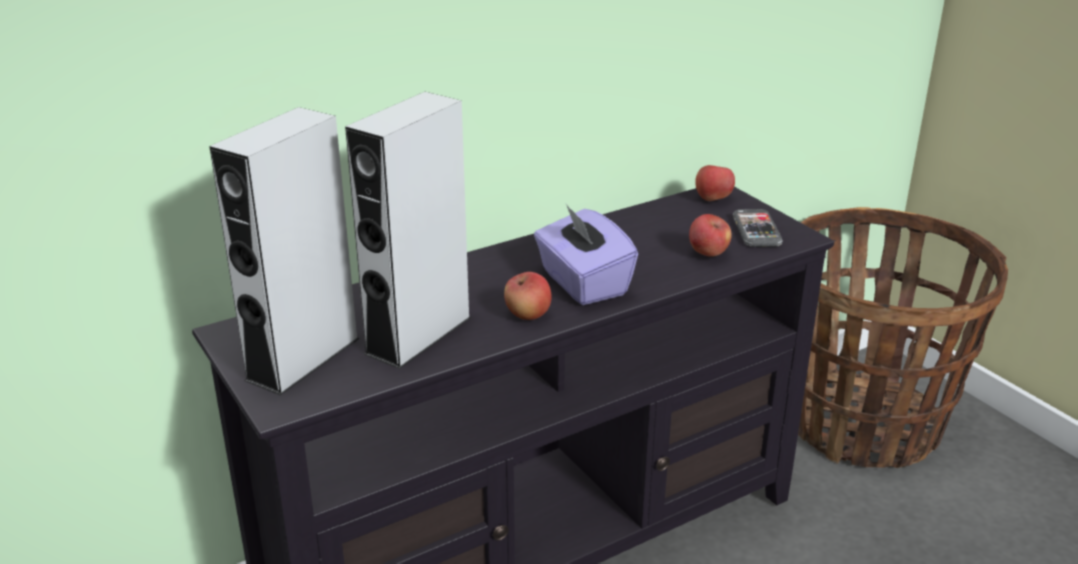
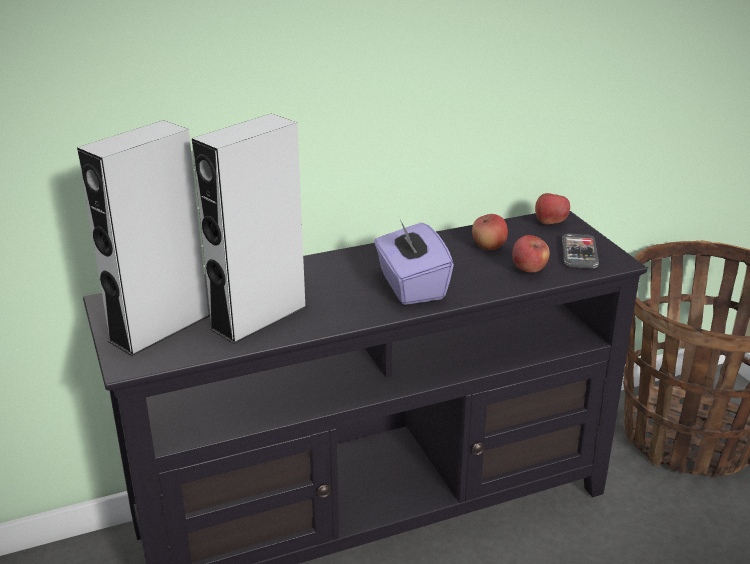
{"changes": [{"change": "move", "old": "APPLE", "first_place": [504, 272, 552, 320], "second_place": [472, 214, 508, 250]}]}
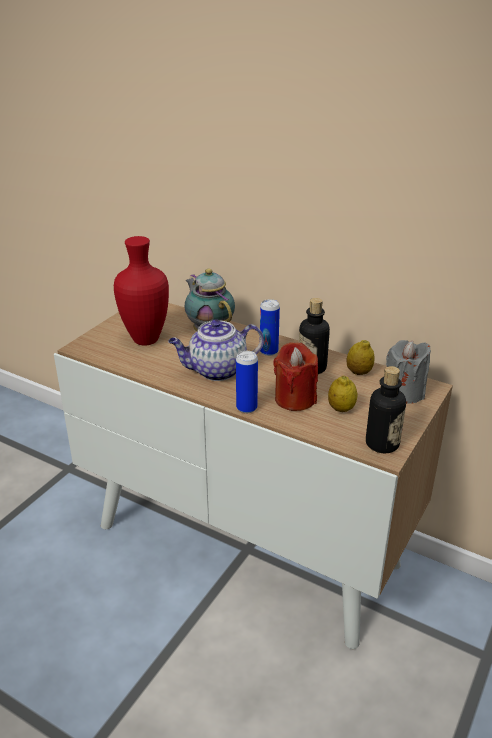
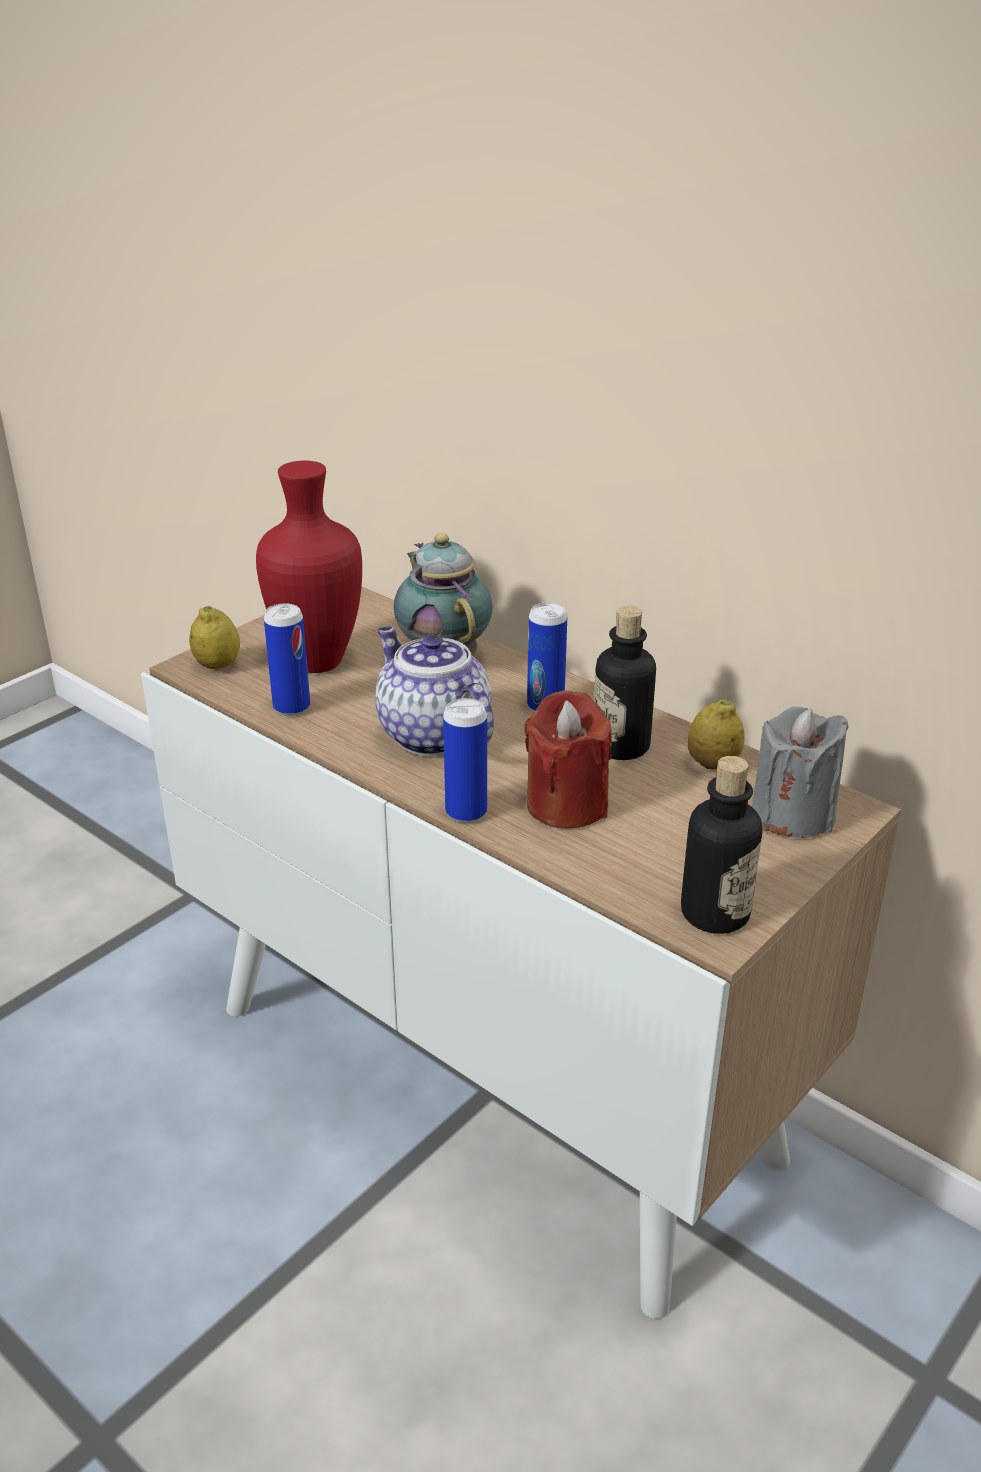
{"changes": [{"change": "insert", "new": "SEALED CAN", "second_place": [264, 603, 310, 716]}, {"change": "move", "old": "LEMON", "first_place": [328, 376, 358, 412], "second_place": [189, 606, 240, 669]}, {"change": "rotate", "old": "TEA POT", "first_place": [168, 319, 264, 381], "second_place": [375, 626, 494, 756], "degrees": 60}]}
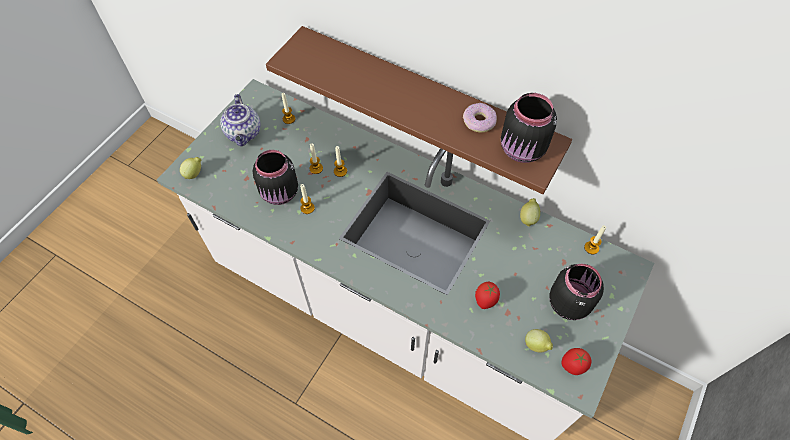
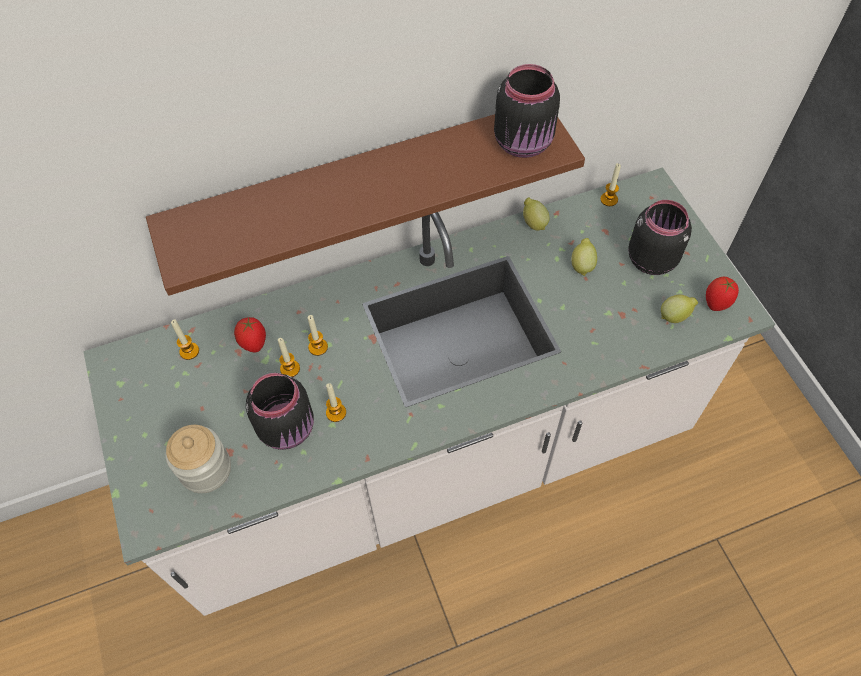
{"changes": [{"change": "delete", "old": "TEA POT", "first_place": [220, 94, 261, 146]}, {"change": "delete", "old": "DONUT", "first_place": [463, 103, 497, 132]}, {"change": "insert", "new": "PRESERVE JAR", "second_place": [165, 425, 231, 493]}, {"change": "move", "old": "LEMON", "first_place": [180, 157, 201, 179], "second_place": [571, 238, 597, 276]}, {"change": "move", "old": "TOMATO", "first_place": [475, 282, 500, 309], "second_place": [234, 317, 266, 352]}]}
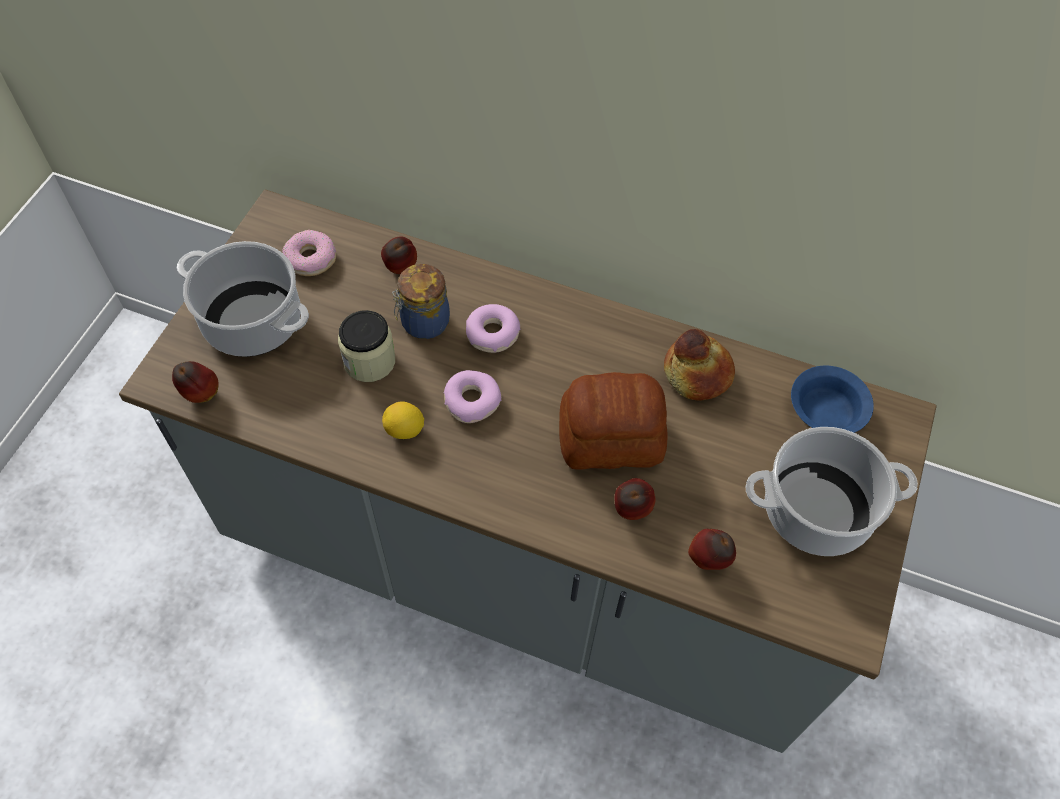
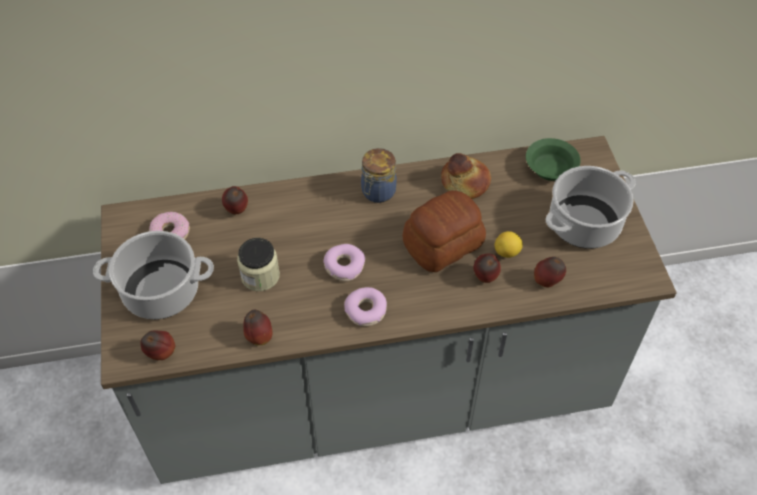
{"changes": [{"change": "insert", "new": "APPLE", "second_place": [243, 310, 272, 345]}, {"change": "move", "old": "LEMON", "first_place": [382, 402, 424, 439], "second_place": [495, 231, 523, 258]}, {"change": "move", "old": "PRESERVE JAR", "first_place": [392, 264, 450, 339], "second_place": [361, 148, 397, 203]}, {"change": "move", "old": "DONUT", "first_place": [466, 304, 520, 353], "second_place": [344, 287, 387, 326]}, {"change": "recolor", "old": "BLUISH SERVING BOWL", "new": "GREEN SERVING BOWL", "first_place": [791, 366, 874, 433], "second_place": [526, 138, 581, 181]}]}
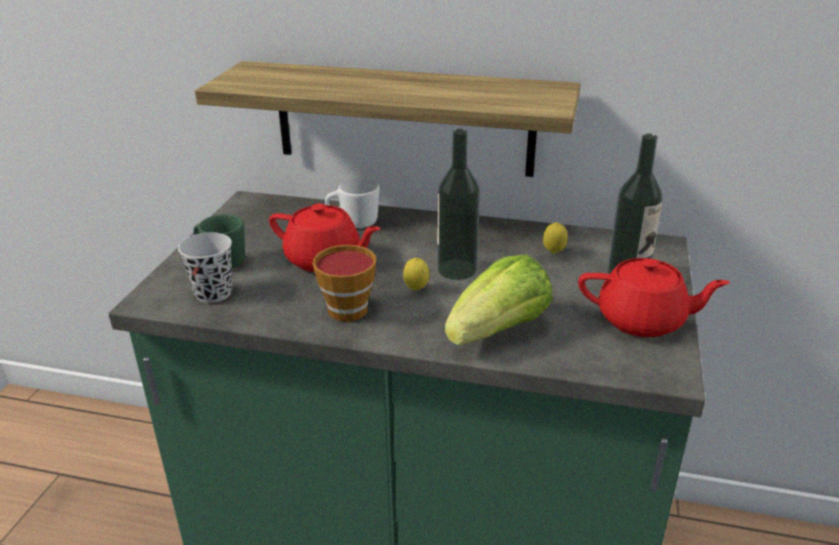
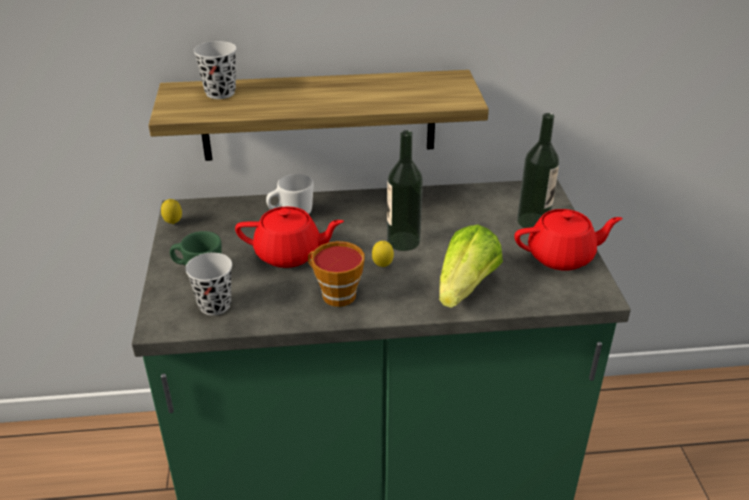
{"changes": [{"change": "insert", "new": "BLACK CUP", "second_place": [193, 41, 237, 99]}, {"change": "move", "old": "LEMON", "first_place": [543, 222, 568, 254], "second_place": [161, 199, 182, 224]}]}
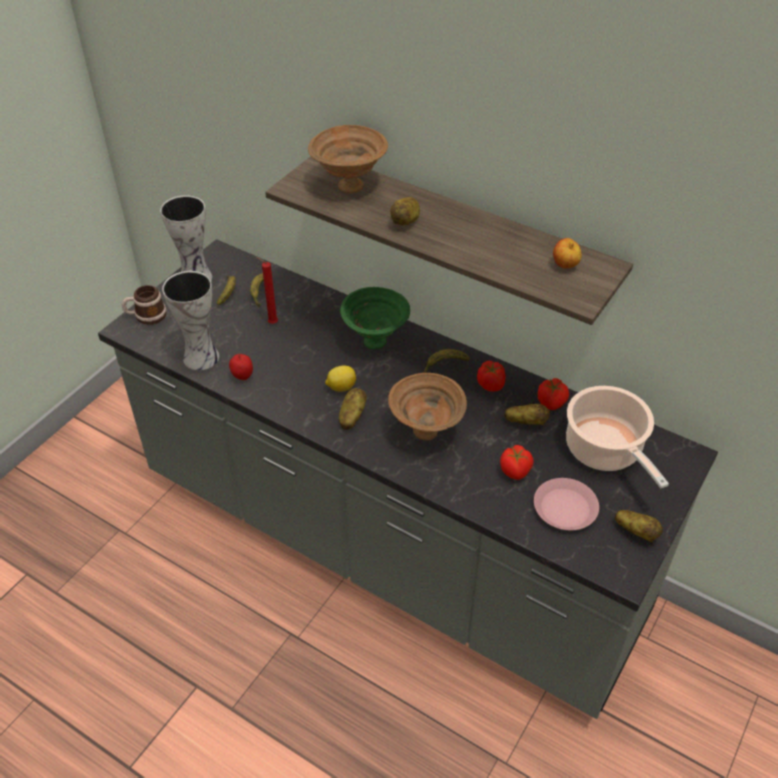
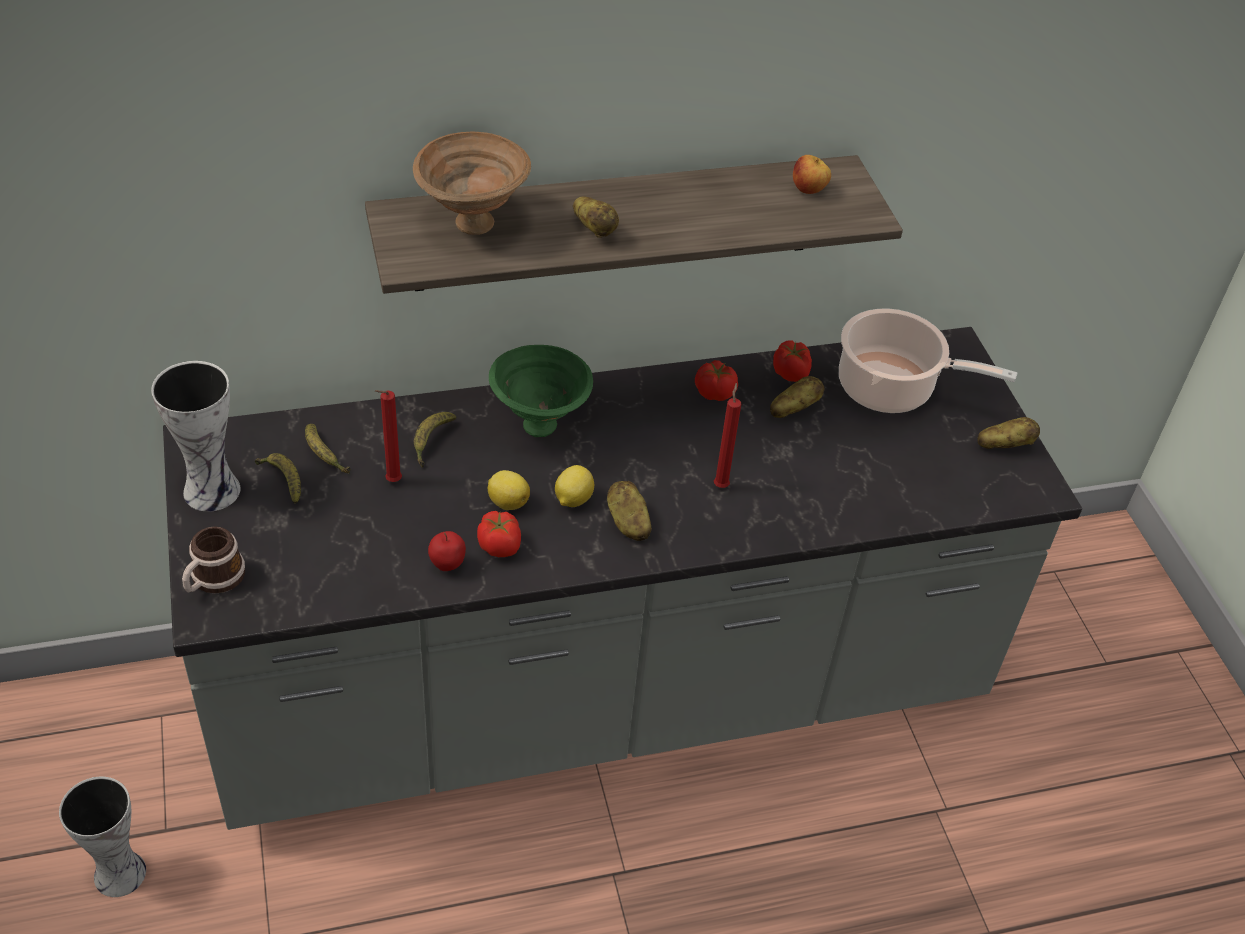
{"changes": [{"change": "delete", "old": "PINK FLAT DISH", "first_place": [534, 478, 599, 530]}, {"change": "insert", "new": "LEMON", "second_place": [488, 470, 530, 510]}, {"change": "move", "old": "FLOWER VASE", "first_place": [162, 271, 219, 370], "second_place": [59, 777, 146, 897]}, {"change": "move", "old": "WHOLE BANANA", "first_place": [423, 349, 470, 373], "second_place": [414, 412, 457, 468]}, {"change": "move", "old": "TOMATO", "first_place": [500, 445, 534, 480], "second_place": [477, 511, 521, 557]}, {"change": "replace", "old": "BROWN-COLOURED SERVING BOWL", "new": "RED-COLOURED WAX LIGHT", "first_place": [388, 373, 467, 441], "second_place": [714, 383, 741, 488]}]}
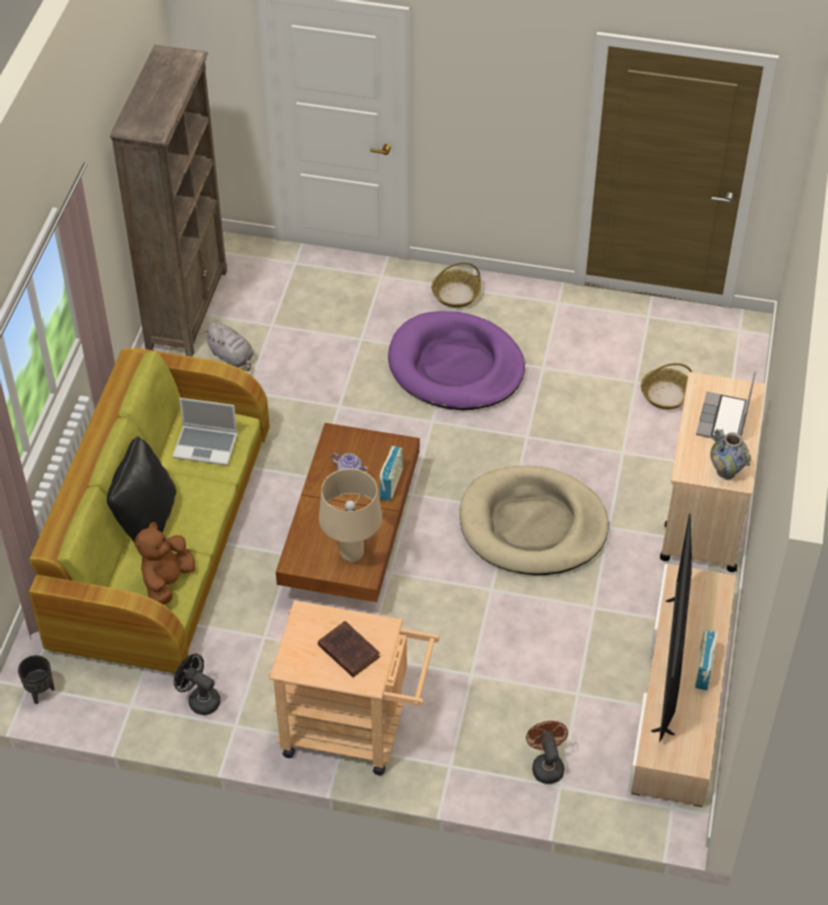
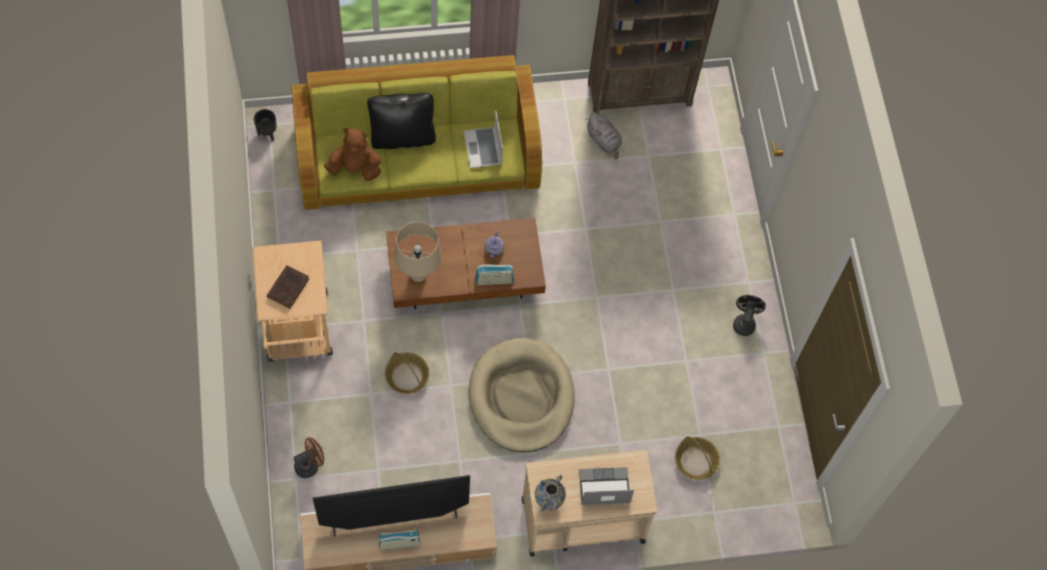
{"changes": [{"change": "delete", "old": "PURPLE-COLOURED DOG CUSHION", "first_place": [388, 311, 525, 410]}, {"change": "move", "old": "BLACK ELECTRIC FAN", "first_place": [174, 654, 221, 715], "second_place": [733, 295, 766, 336]}, {"change": "move", "old": "STORAGE BASKET", "first_place": [431, 262, 482, 308], "second_place": [385, 352, 429, 394]}, {"change": "rotate", "old": "GREY CUDDLY TOY", "first_place": [203, 321, 253, 371], "second_place": [585, 112, 622, 160], "degrees": -60}]}
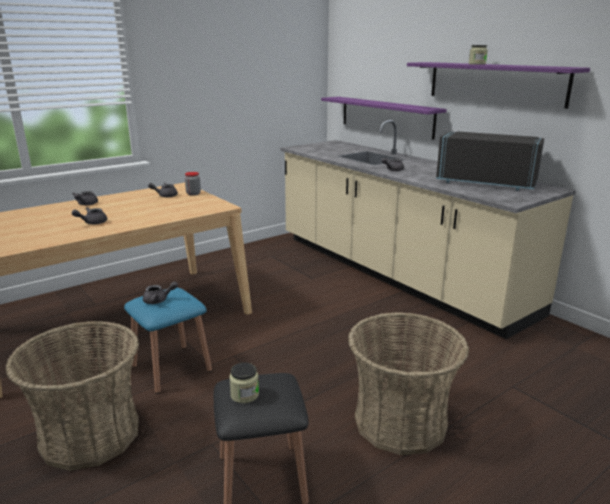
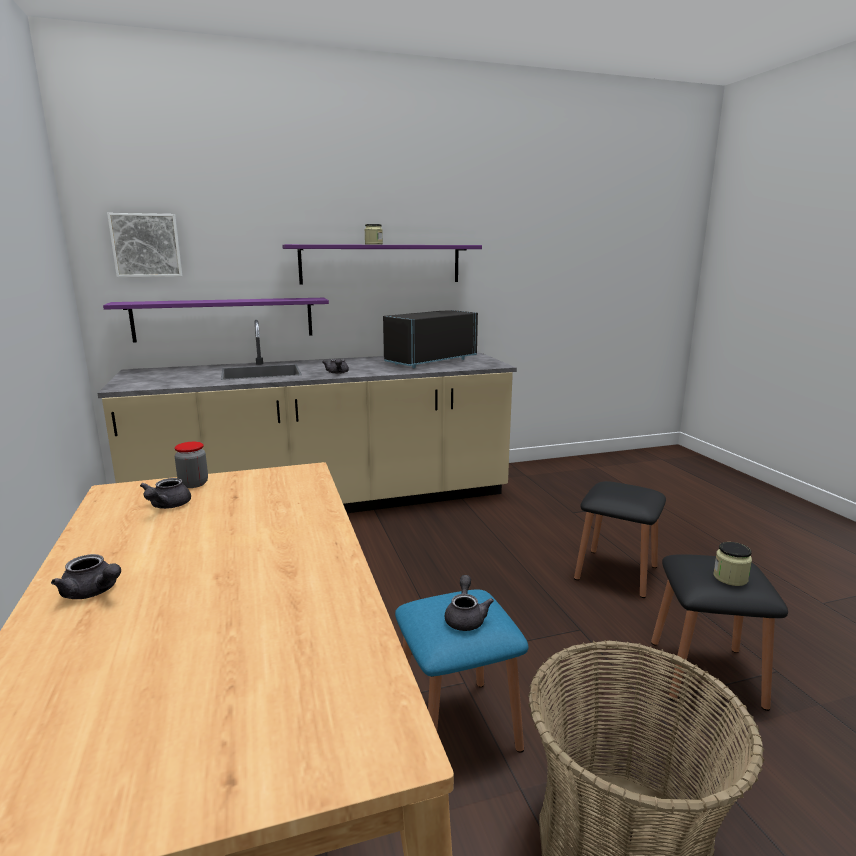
{"changes": [{"change": "delete", "old": "GREY TEA POT", "first_place": [72, 207, 107, 224]}, {"change": "insert", "new": "WALL ART", "second_place": [107, 213, 182, 277]}, {"change": "replace", "old": "STORAGE BASKET", "new": "BLACK SITTING STOOL", "first_place": [348, 312, 469, 455], "second_place": [574, 481, 666, 598]}]}
